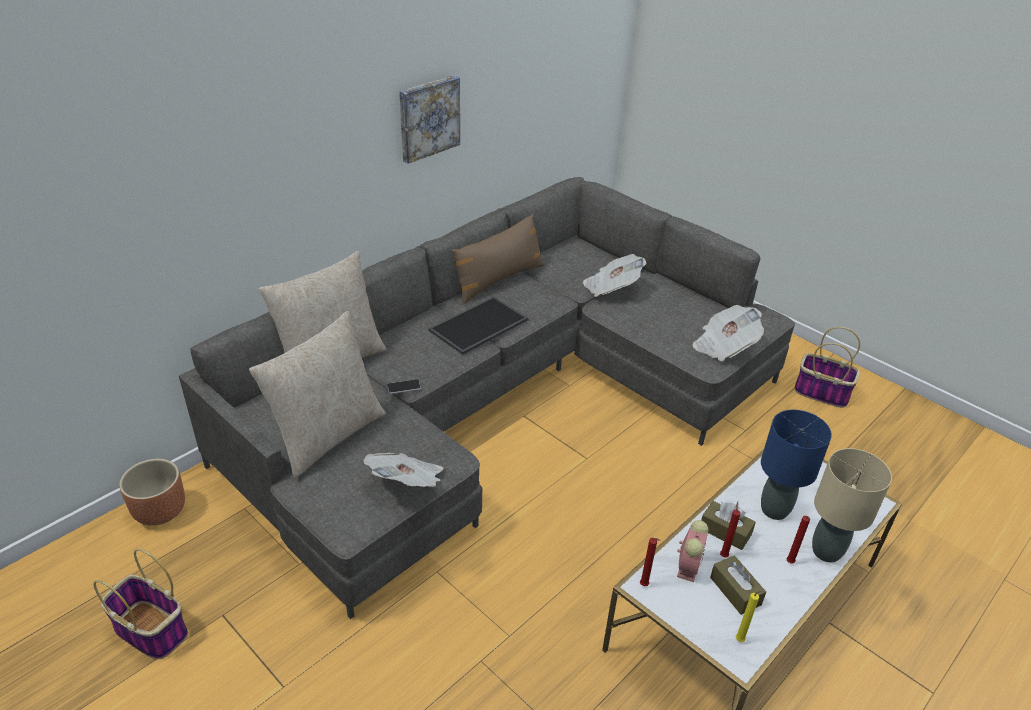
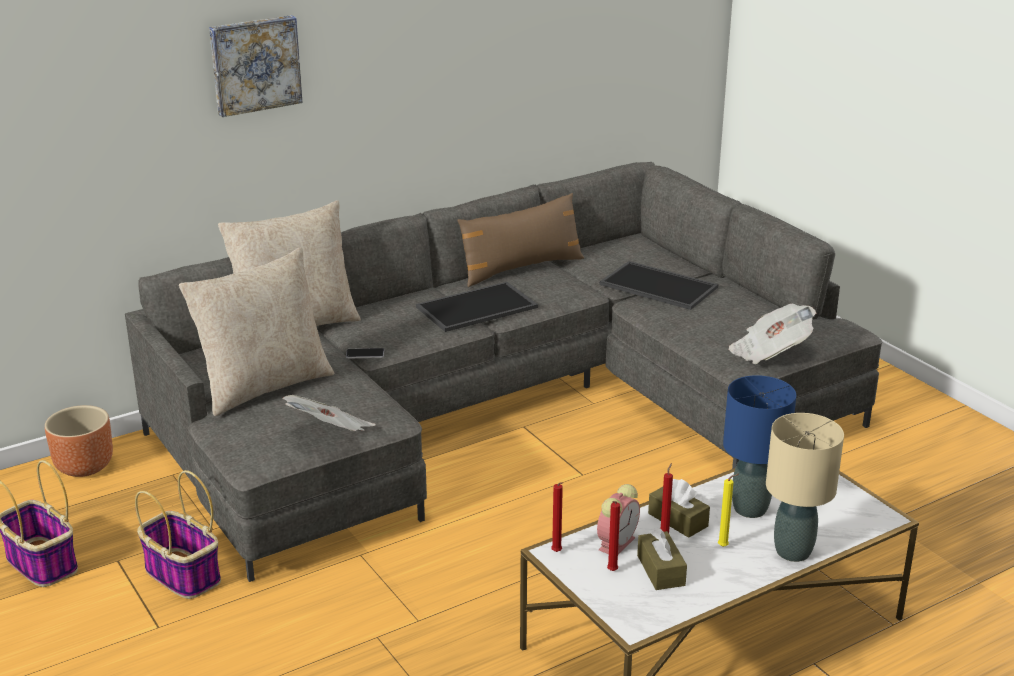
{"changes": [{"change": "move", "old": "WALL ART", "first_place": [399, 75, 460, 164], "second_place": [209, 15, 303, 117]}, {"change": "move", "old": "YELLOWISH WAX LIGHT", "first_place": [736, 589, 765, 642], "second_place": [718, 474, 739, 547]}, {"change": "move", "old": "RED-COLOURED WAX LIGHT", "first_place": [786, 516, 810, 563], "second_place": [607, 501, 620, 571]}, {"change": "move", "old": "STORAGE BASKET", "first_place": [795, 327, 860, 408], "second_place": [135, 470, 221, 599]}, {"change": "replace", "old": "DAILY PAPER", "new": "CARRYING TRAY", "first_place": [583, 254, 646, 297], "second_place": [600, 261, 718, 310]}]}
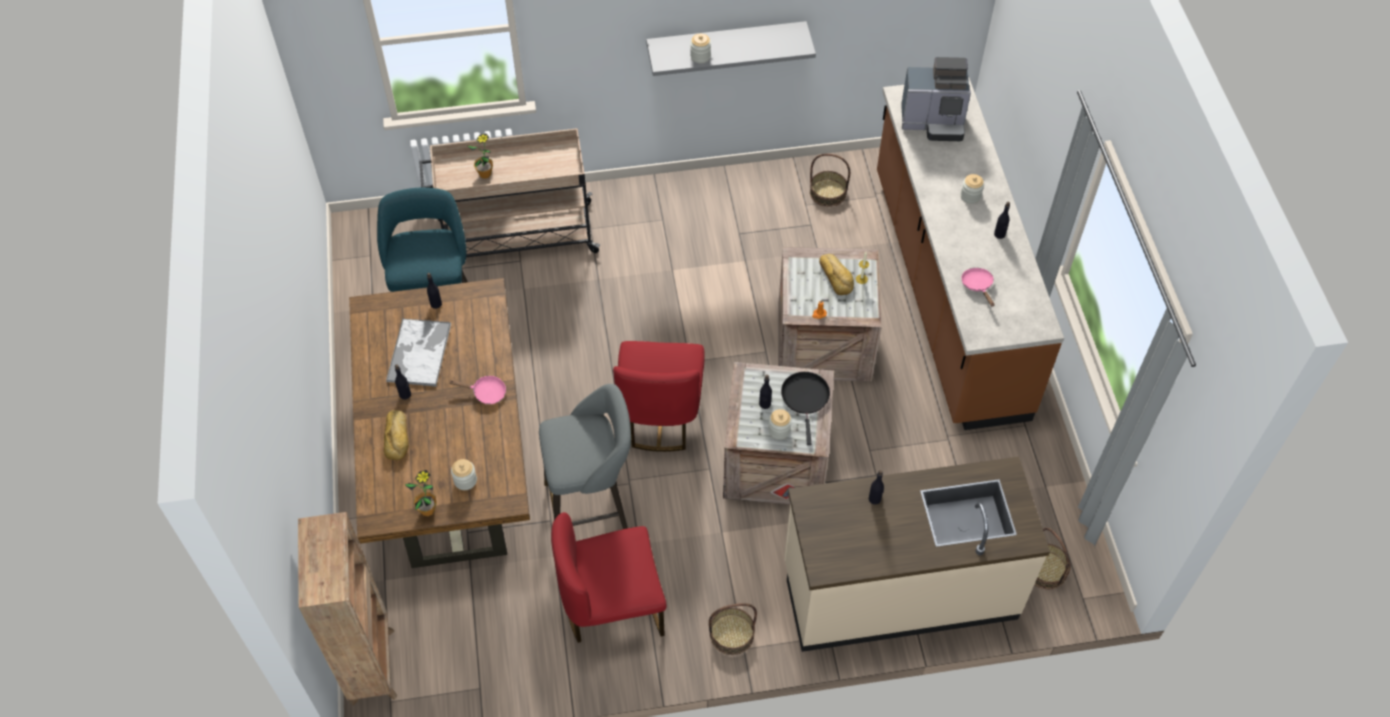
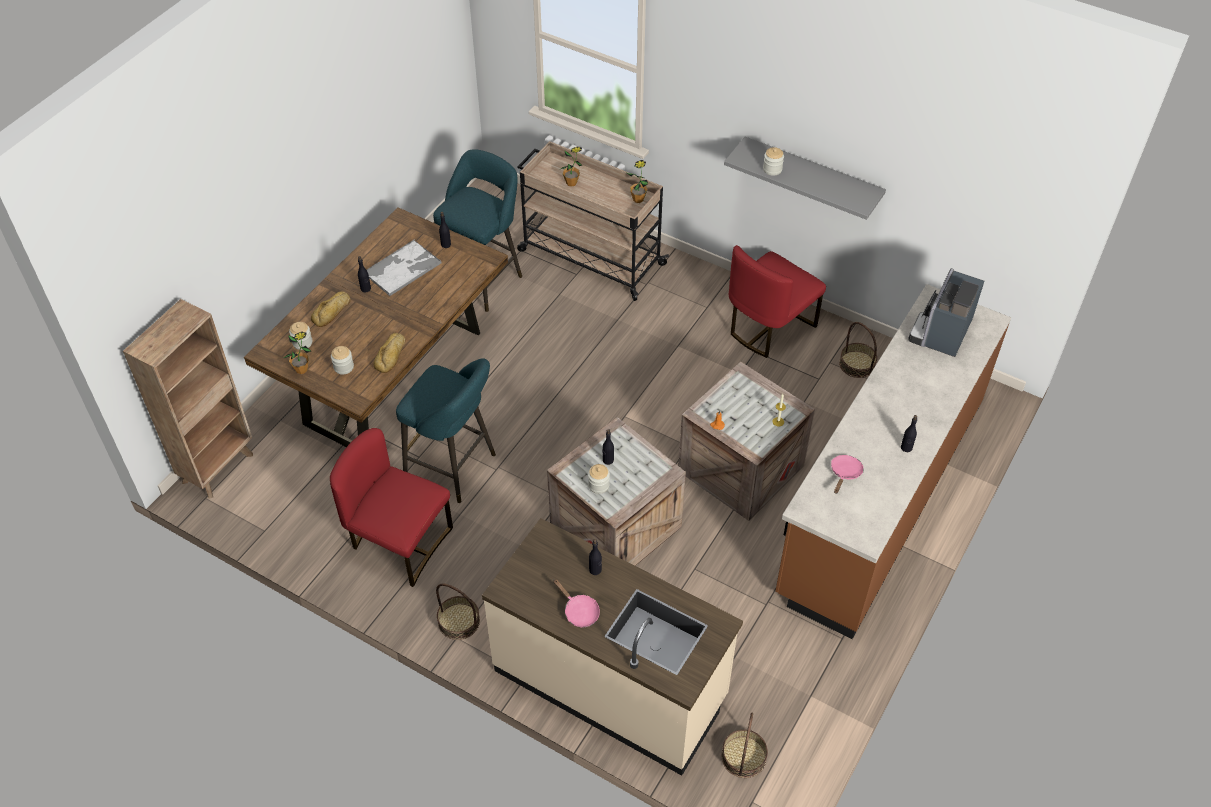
{"changes": [{"change": "delete", "old": "BLACK FRYING PAN", "first_place": [781, 372, 830, 445]}, {"change": "insert", "new": "HOUSEPLANT", "second_place": [627, 160, 648, 203]}, {"change": "move", "old": "PINK FRYING PAN", "first_place": [449, 376, 506, 404], "second_place": [553, 579, 600, 627]}, {"change": "move", "old": "RED-COLOURED PLAIN CHAIR", "first_place": [613, 341, 705, 452], "second_place": [729, 245, 826, 358]}, {"change": "move", "old": "BREAD", "first_place": [819, 254, 854, 295], "second_place": [373, 333, 406, 373]}, {"change": "move", "old": "PRESERVE JAR", "first_place": [961, 174, 984, 204], "second_place": [289, 322, 312, 350]}, {"change": "recolor", "old": "GREY SITTING STOOL", "new": "BLUE-GREEN SITTING STOOL", "first_place": [539, 384, 631, 529], "second_place": [396, 358, 496, 503]}, {"change": "rotate", "old": "COFFEE BREWER", "first_place": [901, 57, 971, 141], "second_place": [908, 268, 984, 357], "degrees": 75}]}
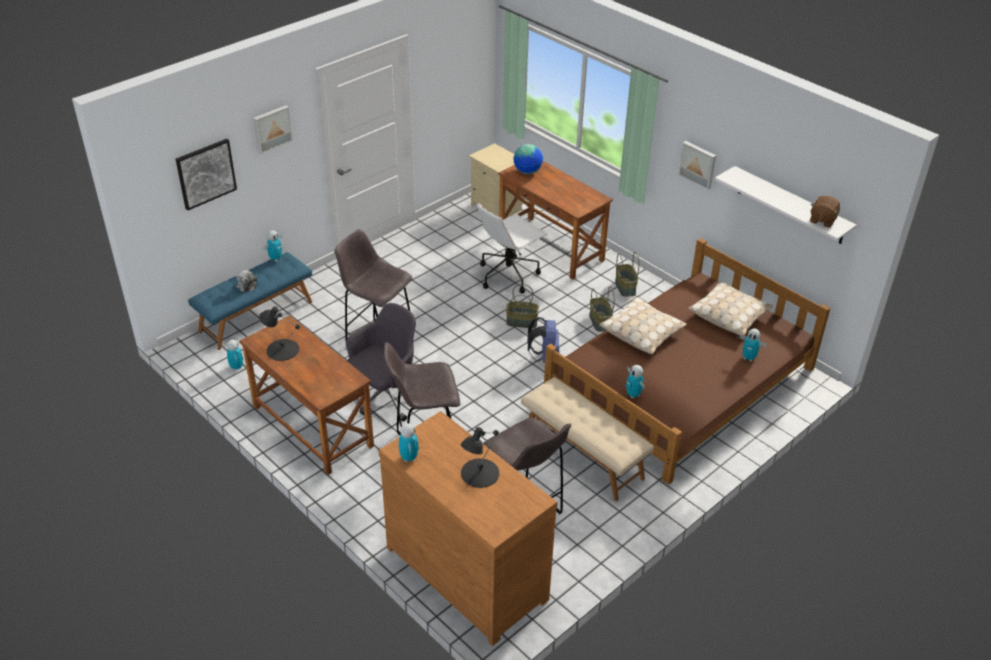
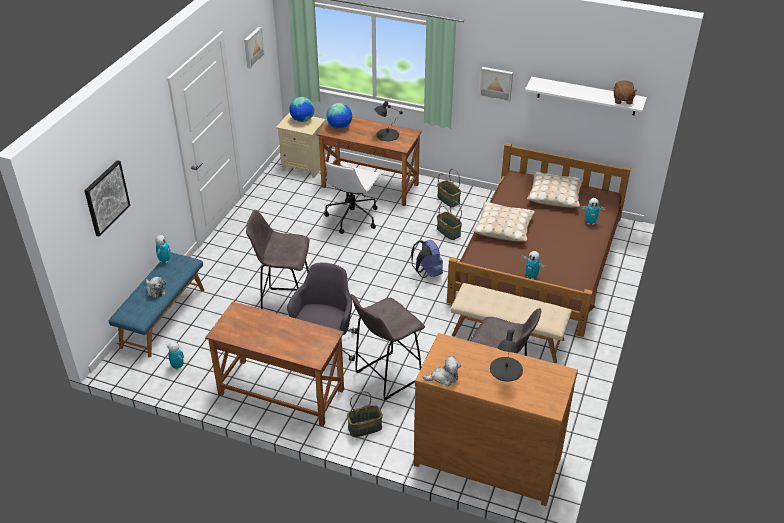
{"changes": [{"change": "insert", "new": "WORLD GLOBE", "second_place": [289, 97, 314, 122]}, {"change": "move", "old": "WALL ART", "first_place": [253, 105, 293, 154], "second_place": [244, 27, 265, 69]}, {"change": "move", "old": "BLACK LAMP FOR A TABLE", "first_place": [259, 306, 300, 361], "second_place": [374, 101, 403, 141]}, {"change": "move", "old": "STORAGE BASKET", "first_place": [506, 284, 539, 328], "second_place": [347, 391, 383, 437]}, {"change": "replace", "old": "TOY ROBOT", "new": "CUDDLY TOY", "first_place": [399, 423, 419, 462], "second_place": [422, 356, 461, 386]}]}
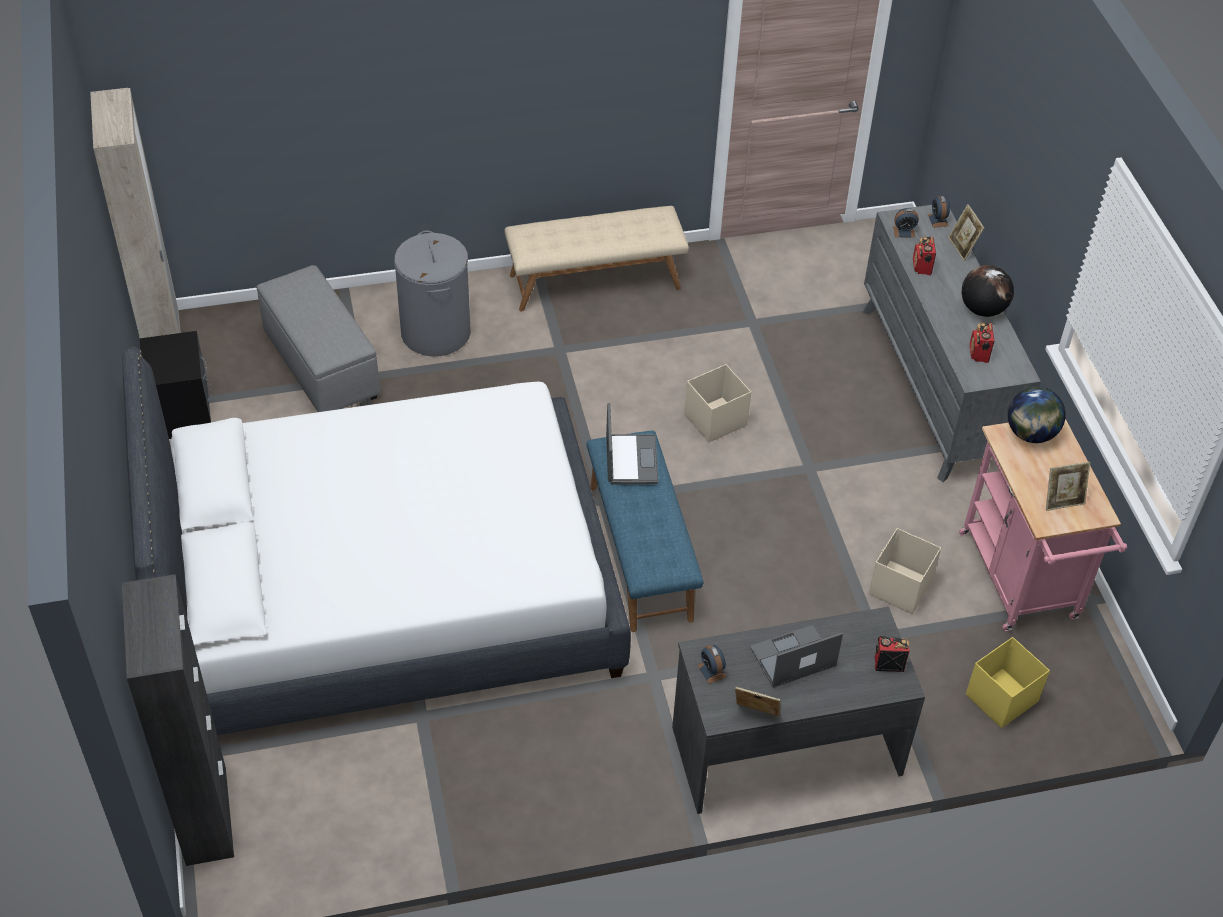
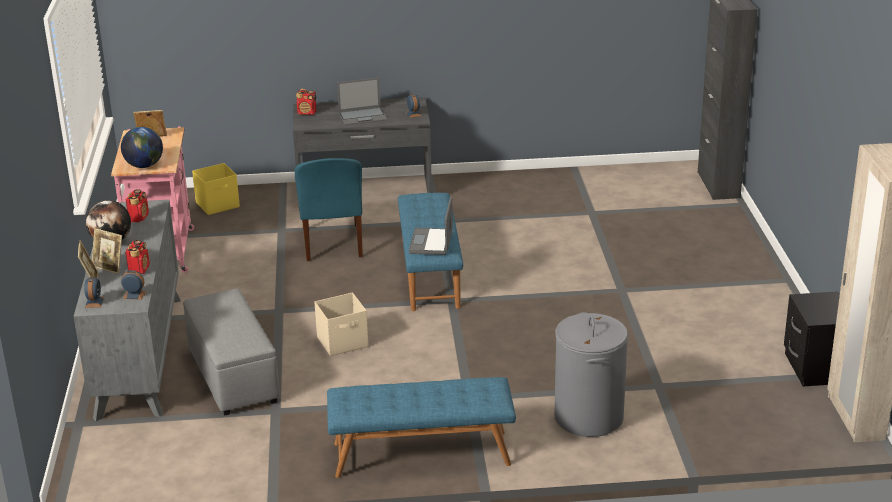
{"changes": [{"change": "delete", "old": "WHITE BED", "first_place": [122, 347, 631, 735]}, {"change": "delete", "old": "BEIGE STORAGE CONTAINER", "first_place": [869, 528, 941, 614]}, {"change": "insert", "new": "BLUISH PLAIN CHAIR", "second_place": [295, 158, 363, 261]}, {"change": "move", "old": "GREY FOOTREST", "first_place": [257, 265, 380, 412], "second_place": [183, 288, 280, 416]}, {"change": "move", "old": "STANDING FRAME", "first_place": [735, 687, 780, 716], "second_place": [92, 228, 122, 274]}, {"change": "recolor", "old": "BEIGE BENCH", "new": "BLUISH BENCH", "first_place": [504, 206, 689, 312], "second_place": [327, 377, 516, 478]}]}
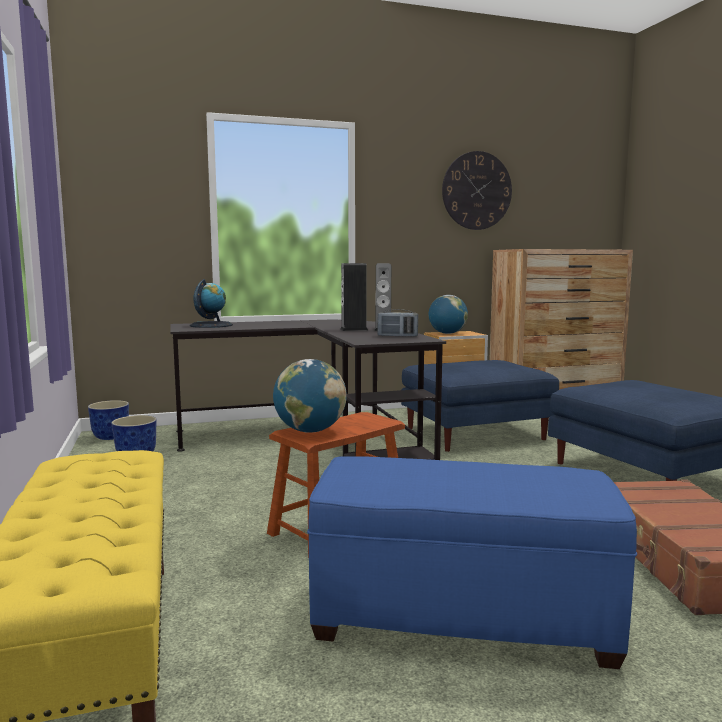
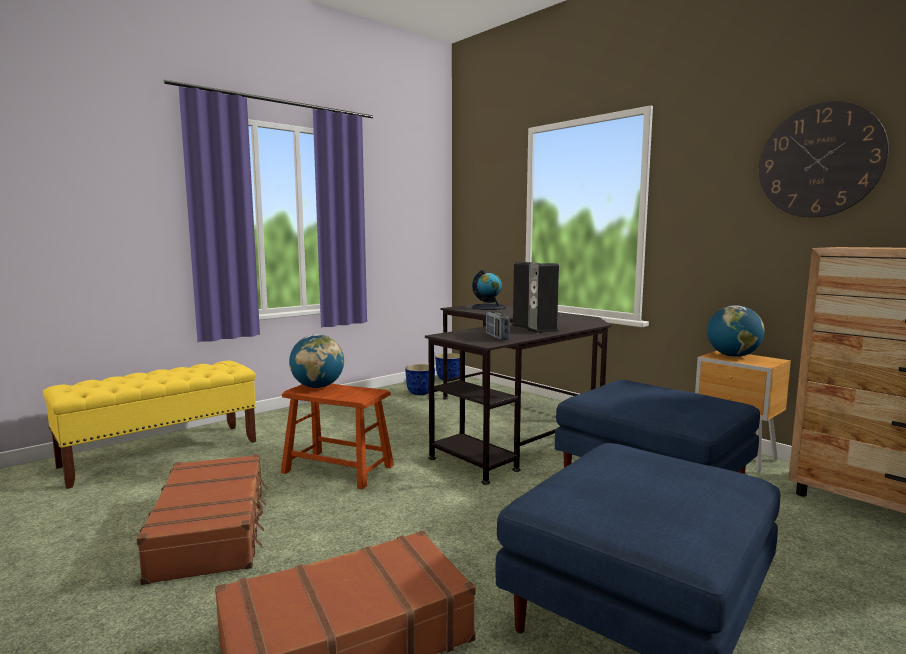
{"changes": [{"change": "replace", "old": "BLUISH FOOTREST", "new": "BROWN-COLOURED PIECE OF LUGGAGE", "first_place": [307, 457, 637, 669], "second_place": [136, 454, 268, 585]}]}
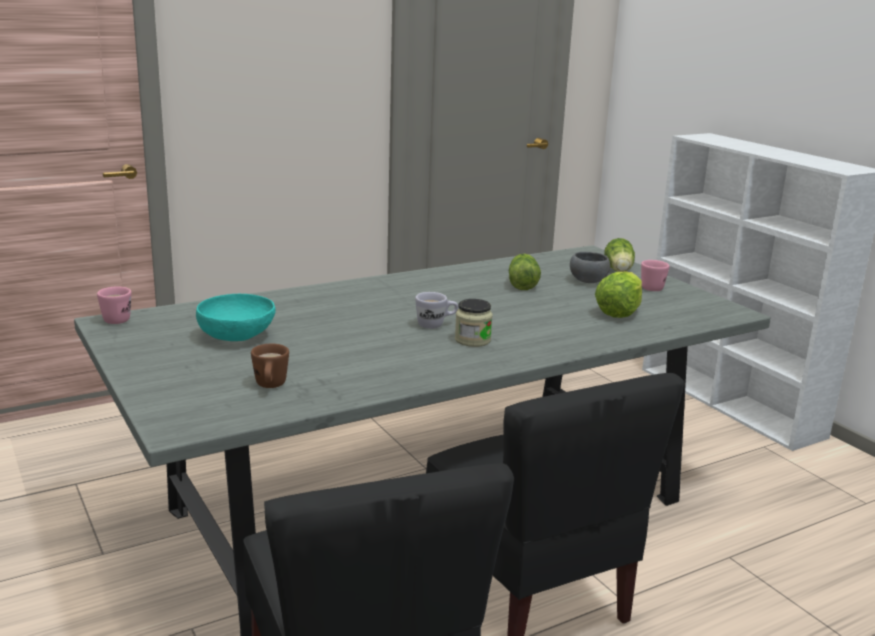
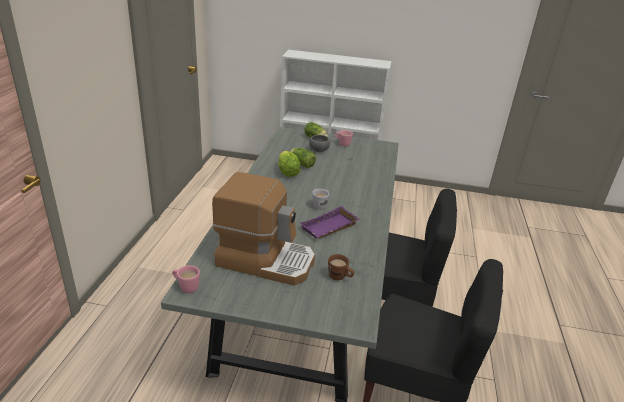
{"changes": [{"change": "delete", "old": "PRESERVE JAR", "first_place": [455, 299, 493, 347]}, {"change": "insert", "new": "PURPLE-COLOURED CARRYING TRAY", "second_place": [300, 206, 359, 239]}, {"change": "move", "old": "LETTUCE", "first_place": [595, 272, 642, 318], "second_place": [278, 151, 300, 177]}, {"change": "replace", "old": "BLUE-GREEN SERVING BOWL", "new": "COFFEE BREWER", "first_place": [196, 294, 276, 341], "second_place": [212, 172, 315, 286]}]}
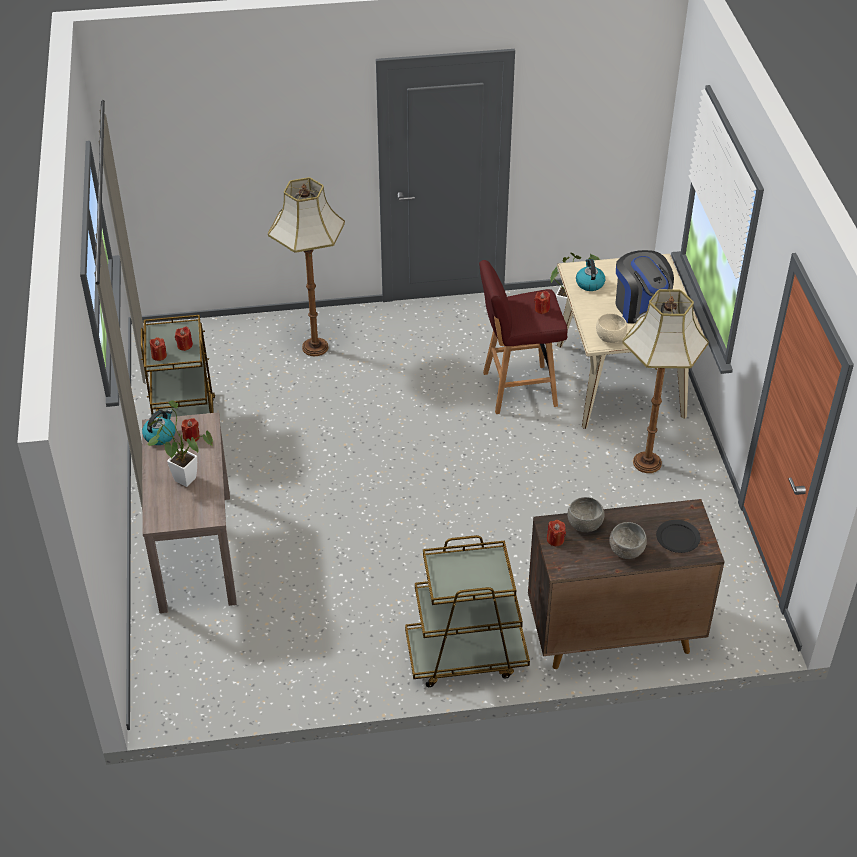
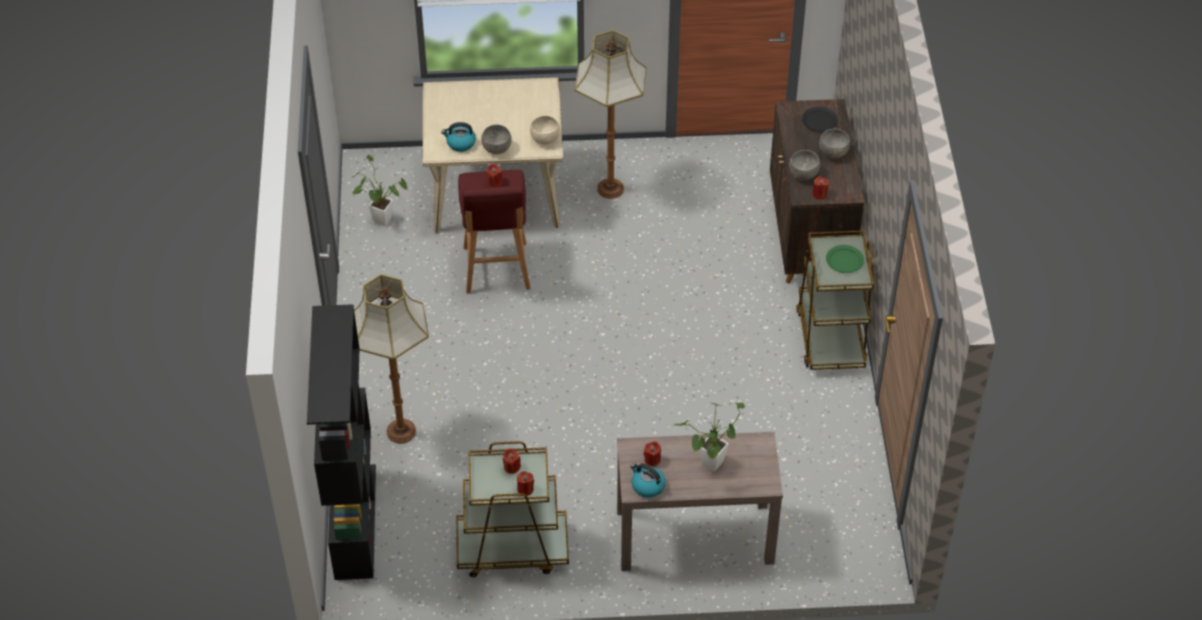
{"changes": [{"change": "delete", "old": "COFFEE BREWER", "first_place": [615, 250, 674, 324]}, {"change": "insert", "new": "BLACK SHELVING UNIT", "second_place": [307, 304, 376, 580]}, {"change": "insert", "new": "GREY SERVING BOWL", "second_place": [481, 124, 512, 154]}, {"change": "insert", "new": "GREEN FLAT DISH", "second_place": [826, 245, 864, 273]}]}
